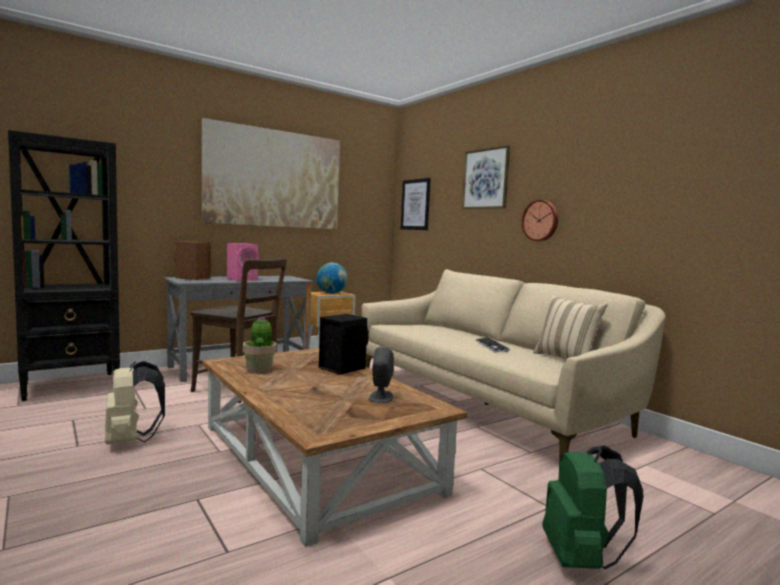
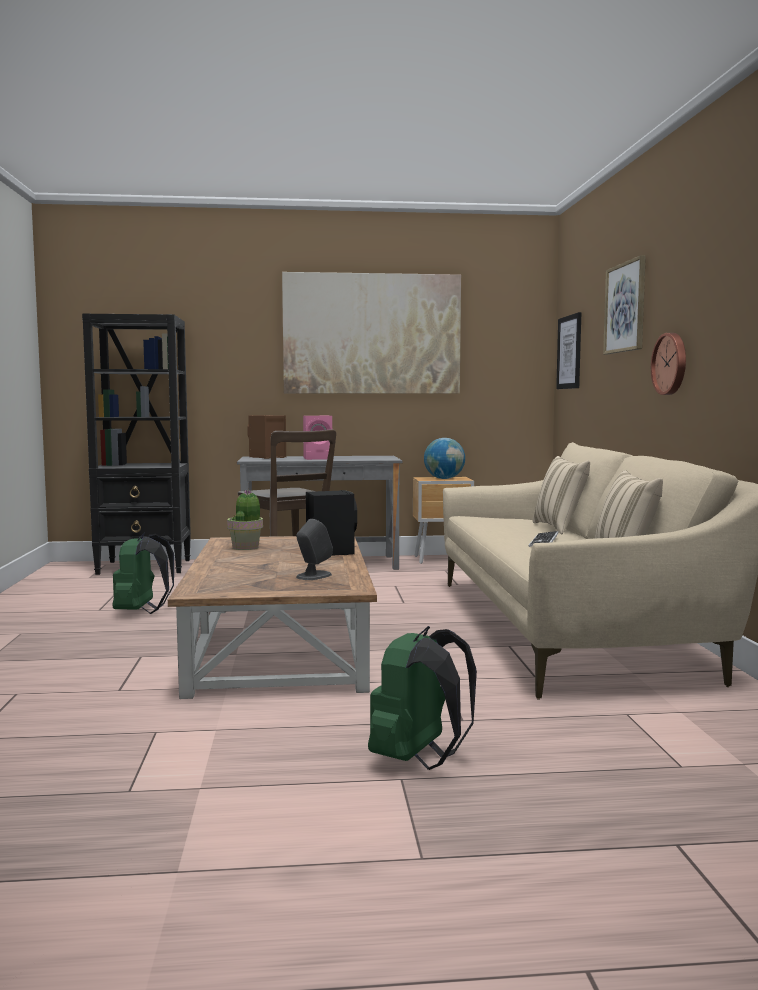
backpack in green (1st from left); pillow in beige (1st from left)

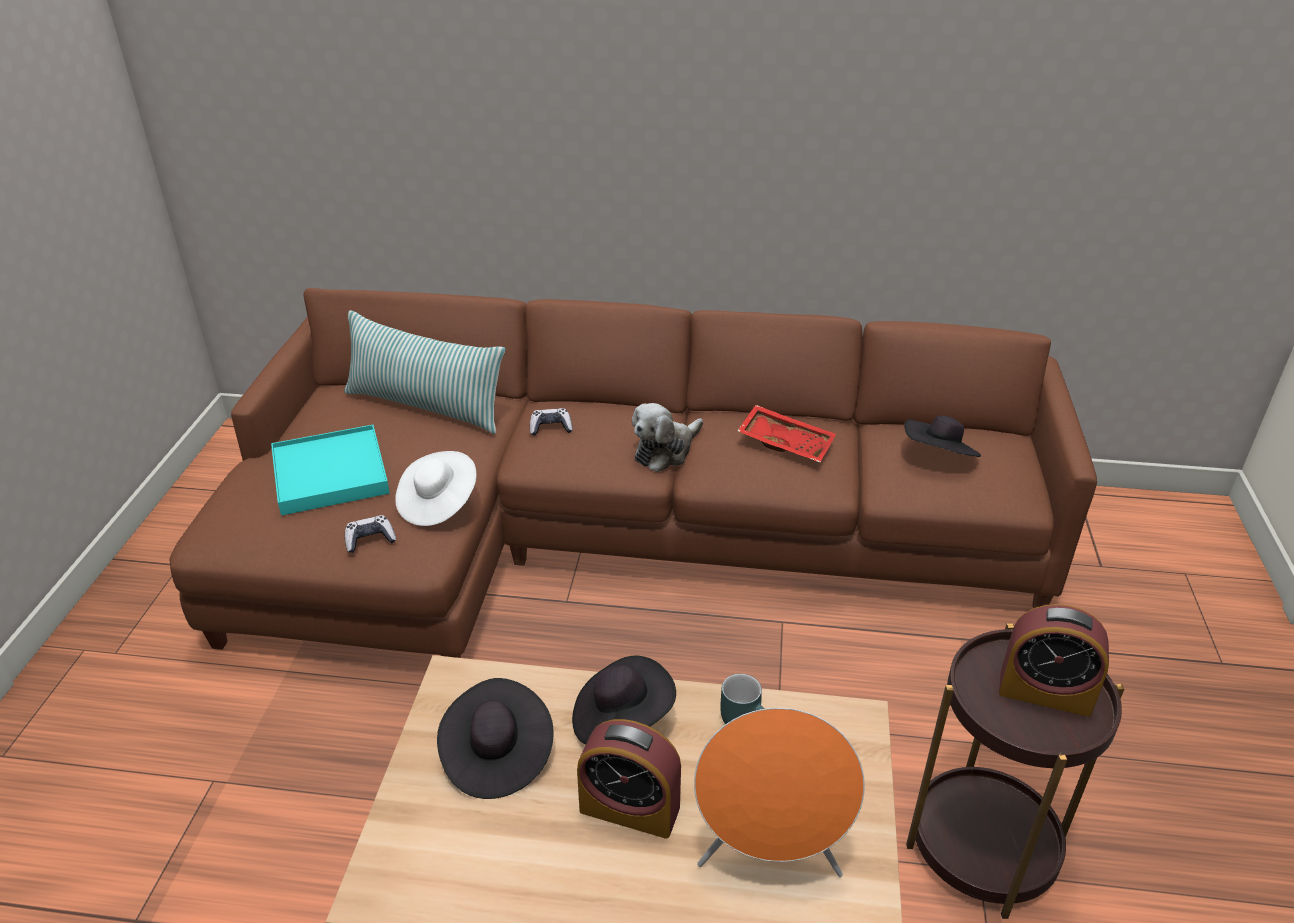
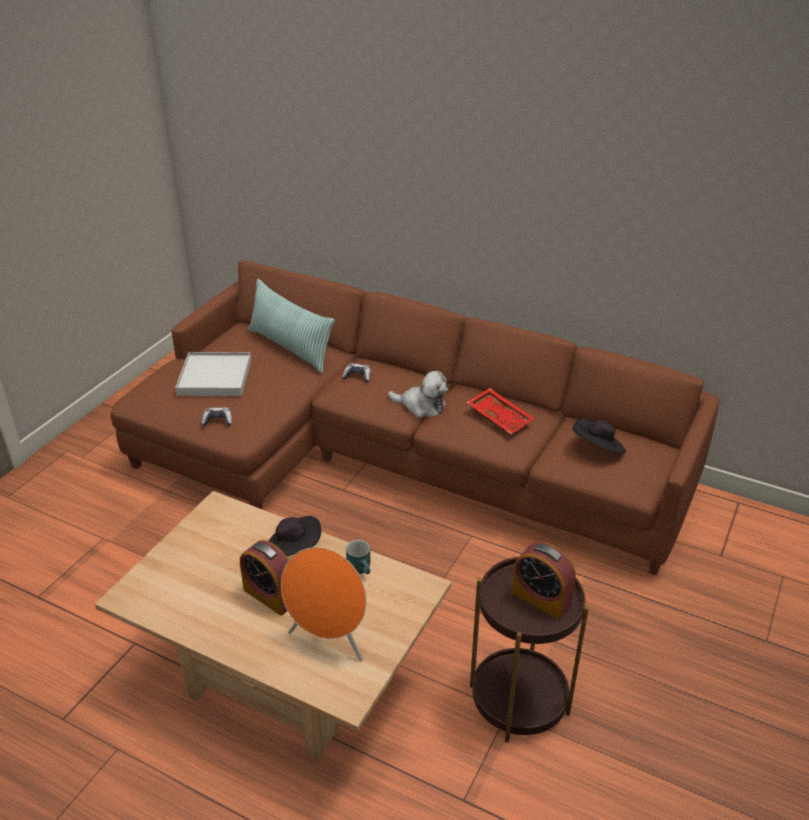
tray in white; hat in white; hat in black (1st from left in the first image); plush toy

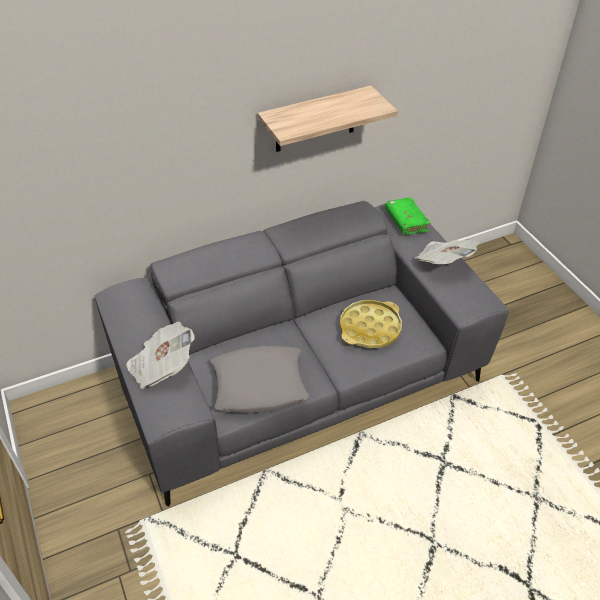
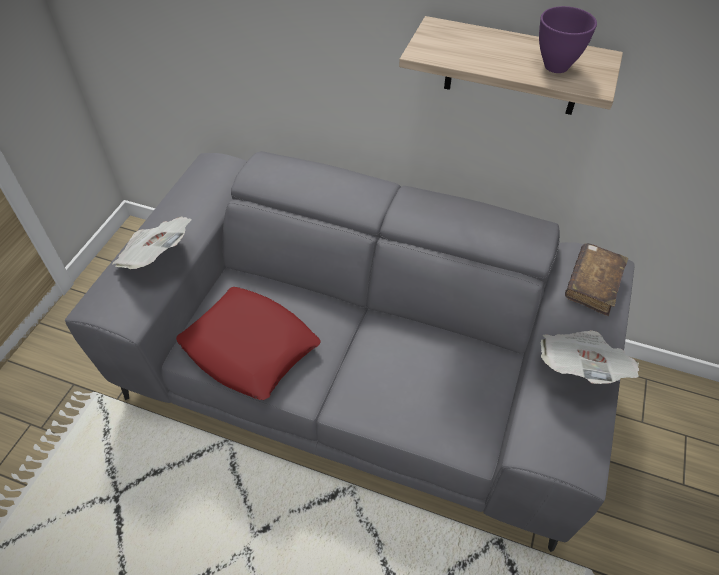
pillow in red; tray in yellow; book in brown; bowl in purple

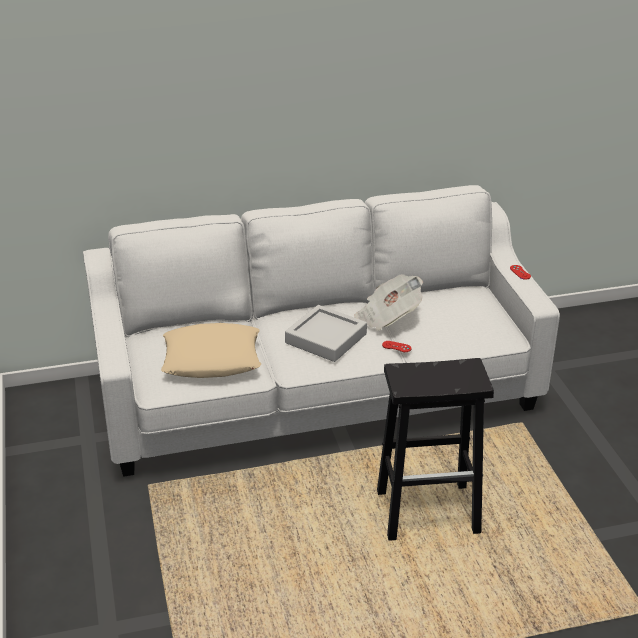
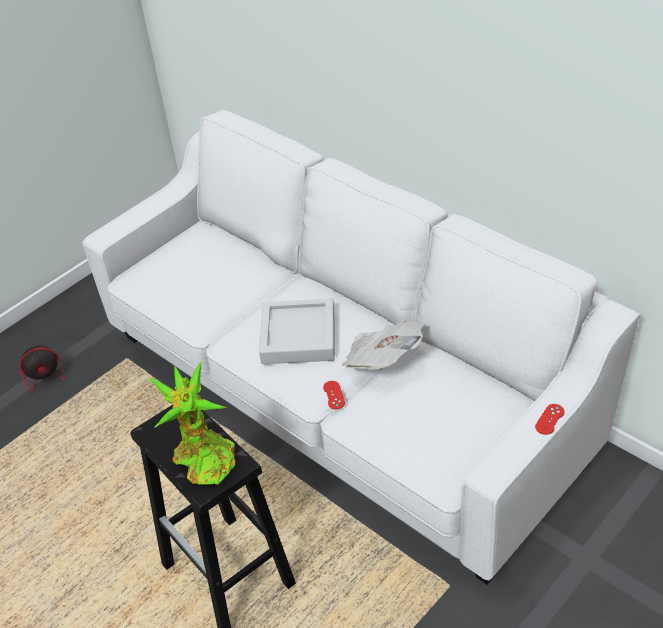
pillow in beige; fan; potted plant

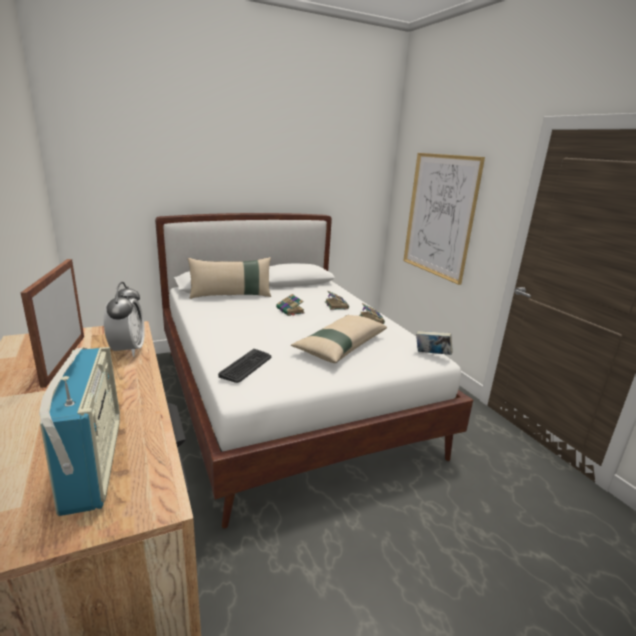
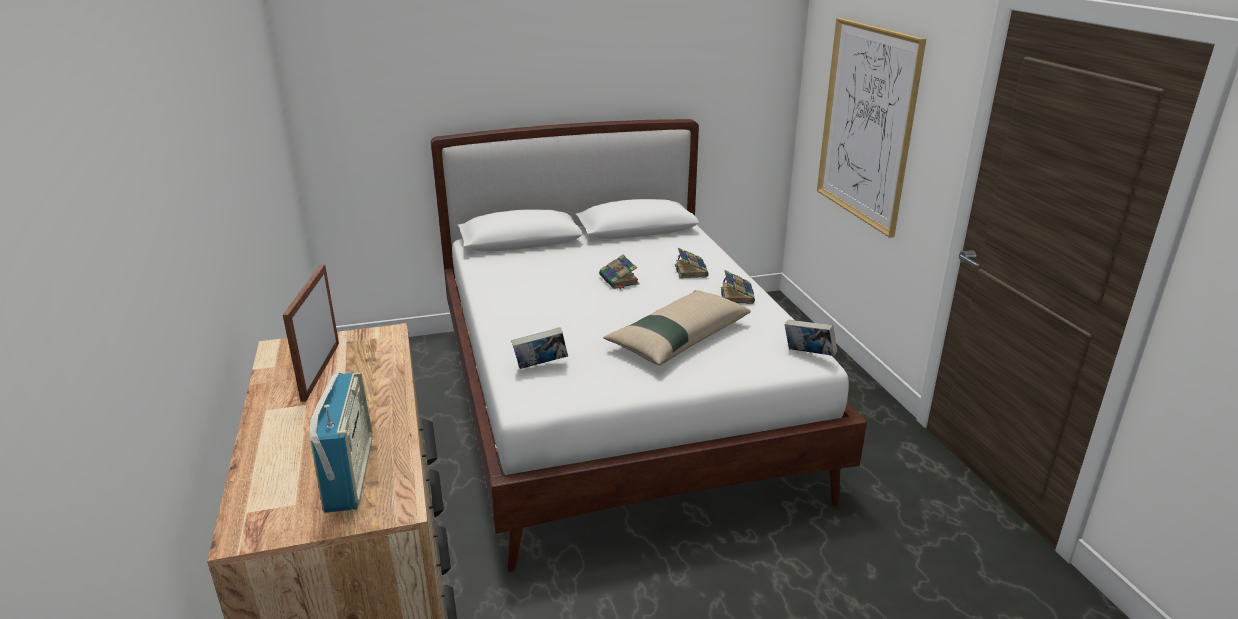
alarm clock; pillow in beige (1st from left in the first image); book (1st from left)

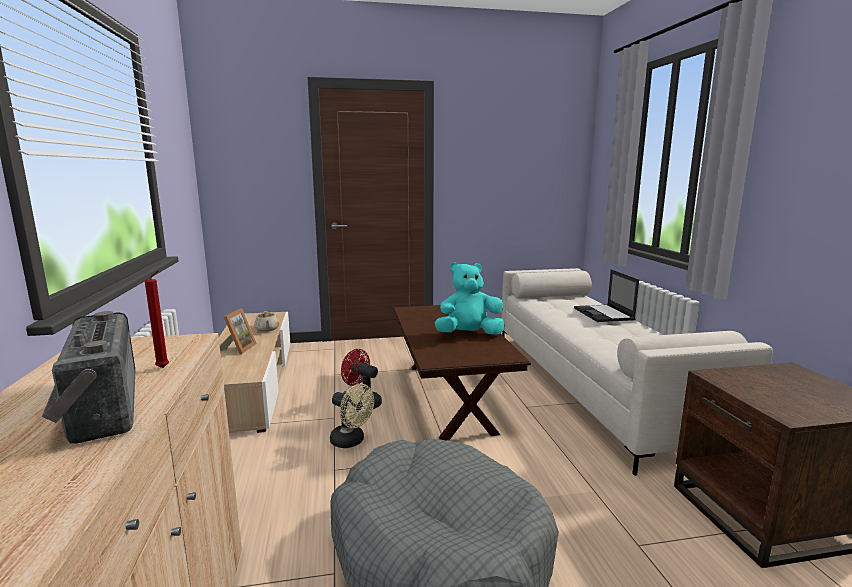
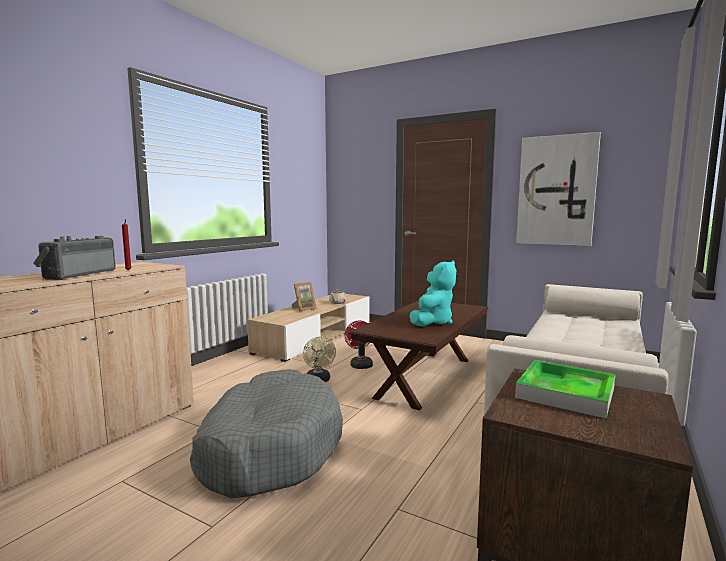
plush toy in turquoise; laptop; tray; picture

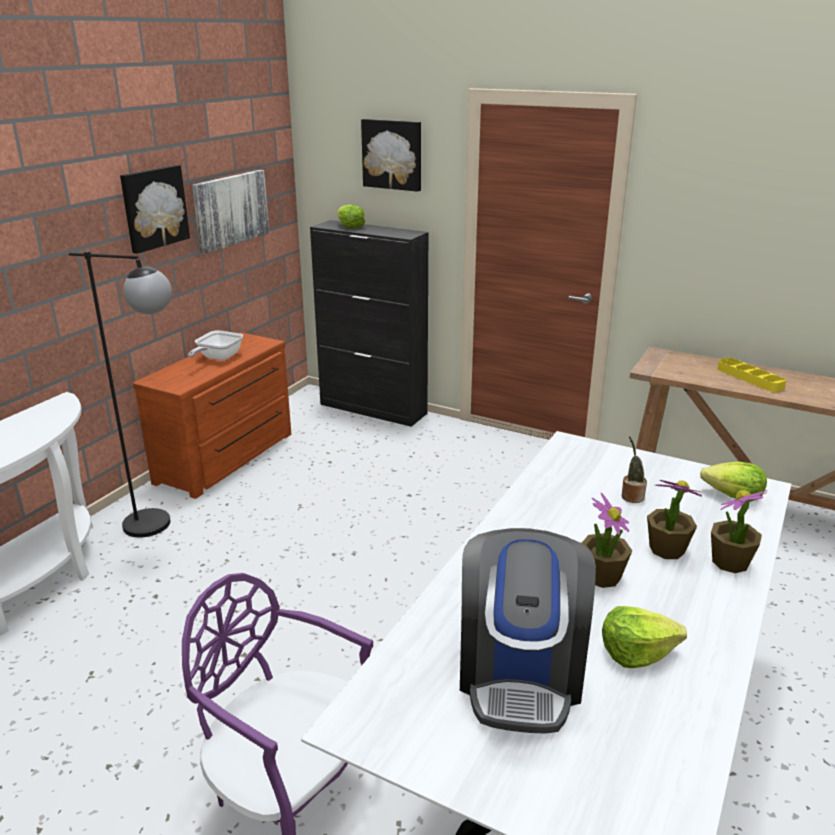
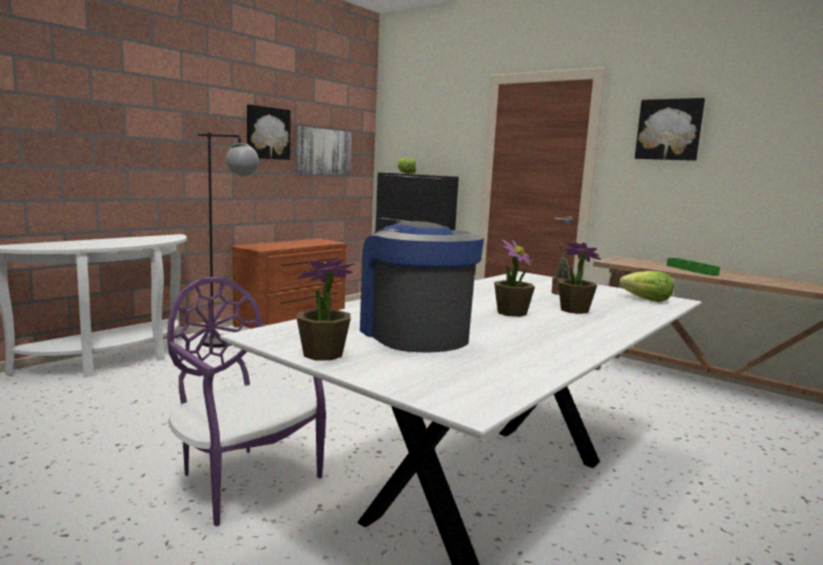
frying pan; picture (3rd from left); coffee machine; lettuce (2nd from left in the first image); potted plant (1st from left); tray in green

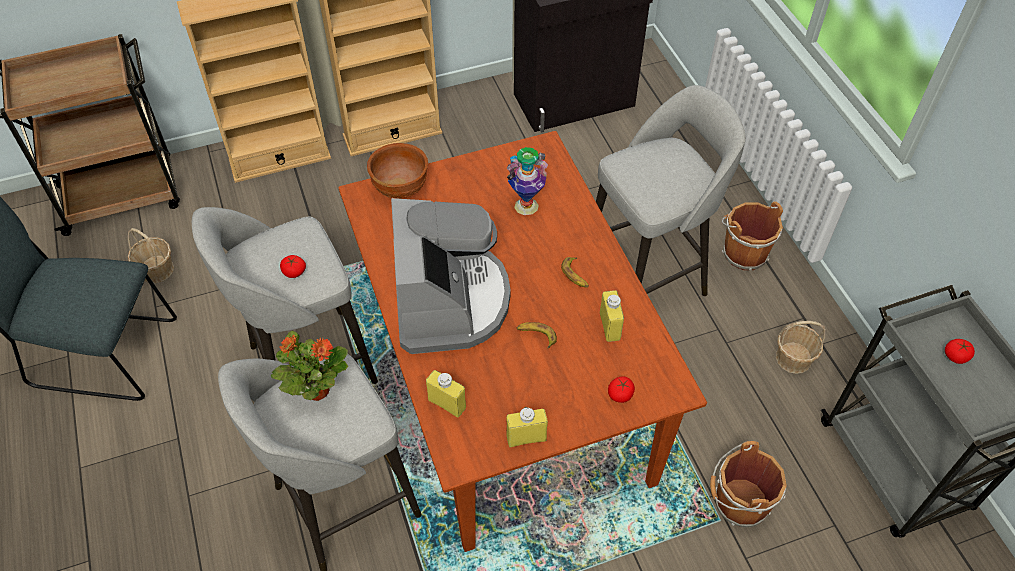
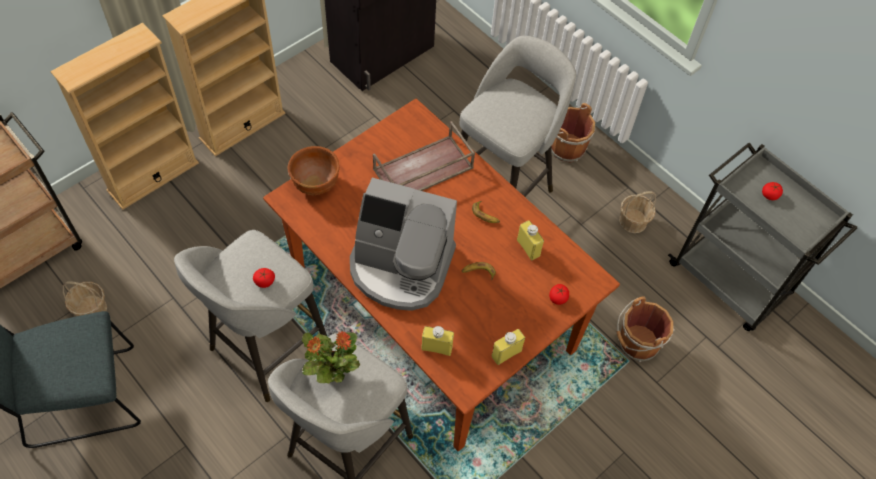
coffee machine; tray in brown

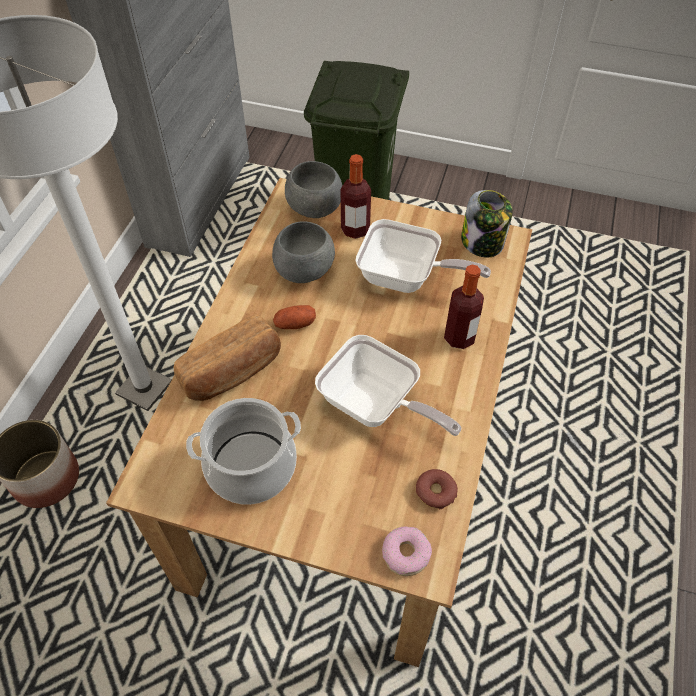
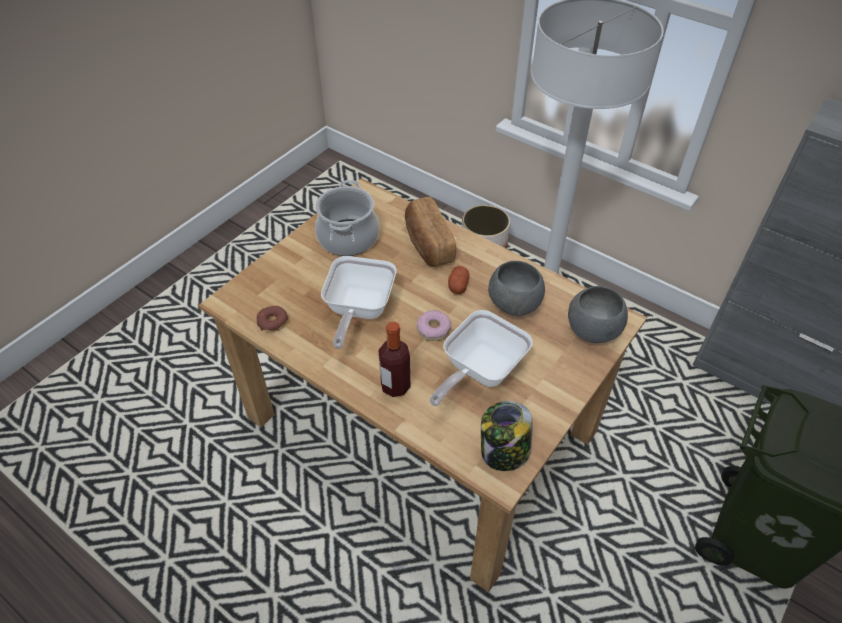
frying pan (1st from left); bottle (1st from left in the first image); donut (2nd from left)

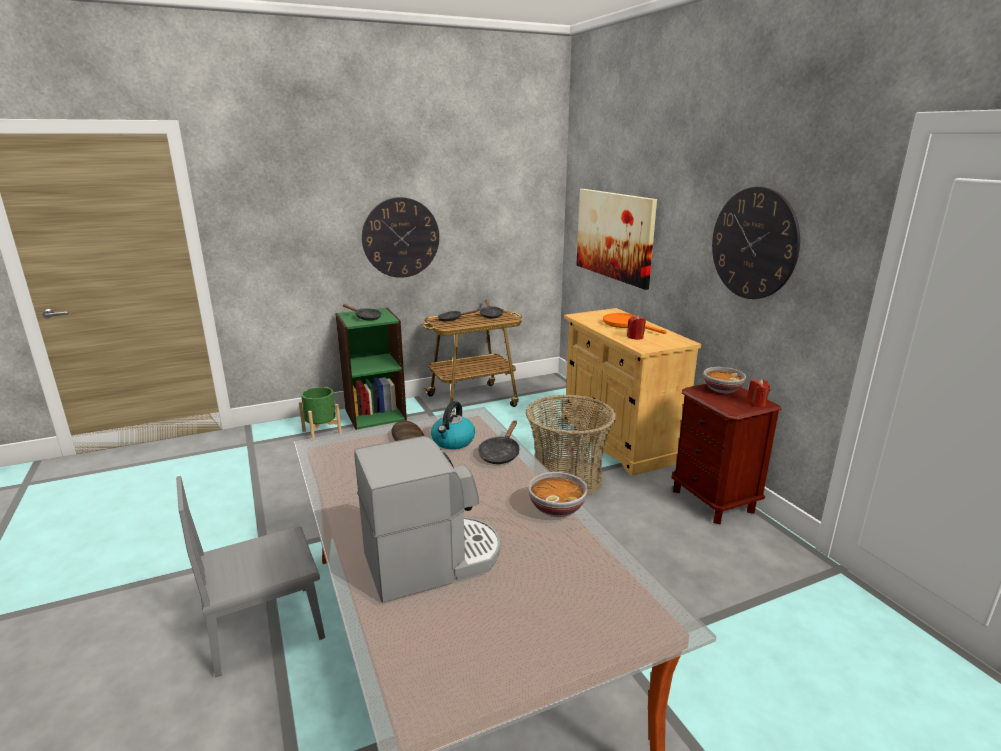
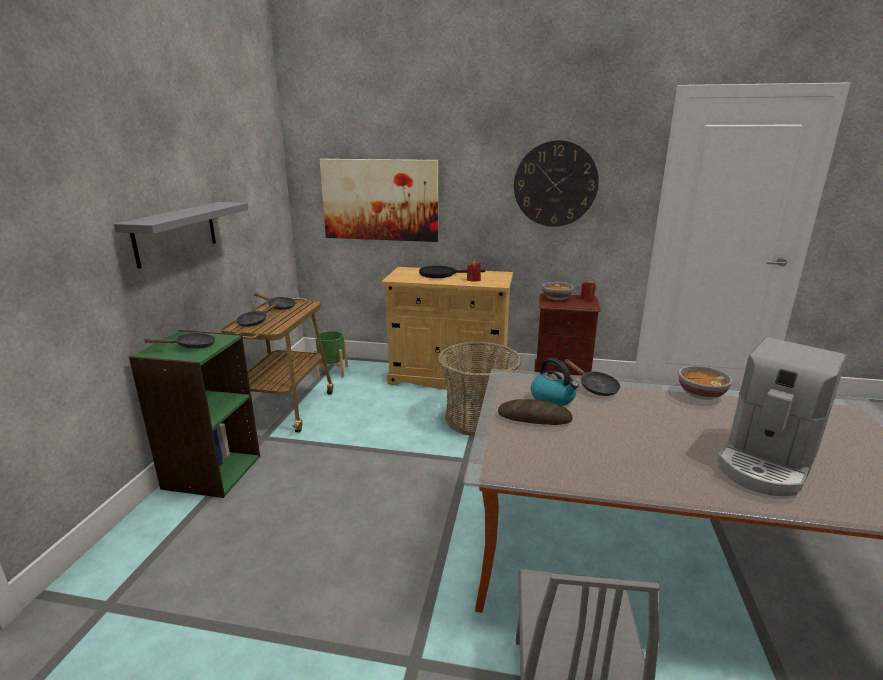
planter in green; coffee machine; shelf in grey; frying pan in black (4th from left)

